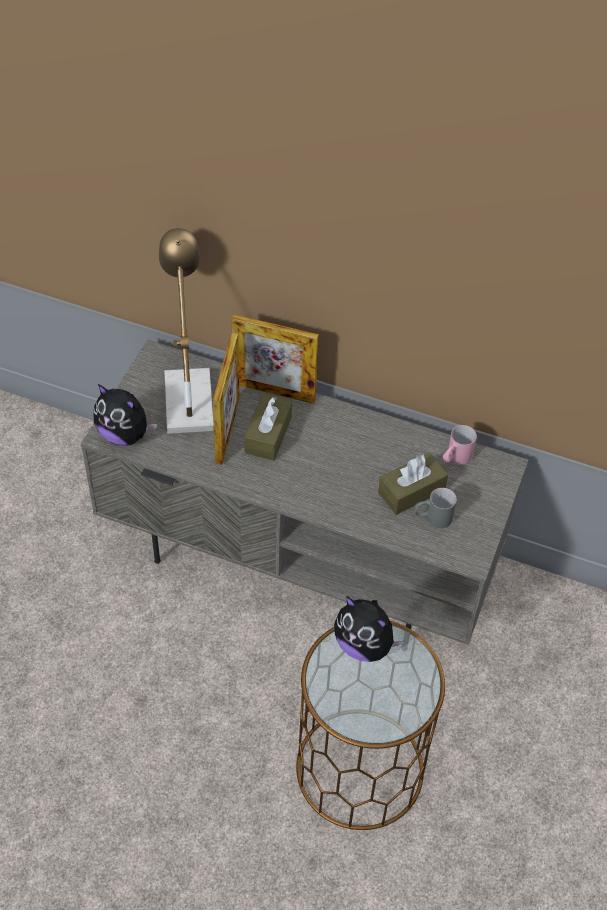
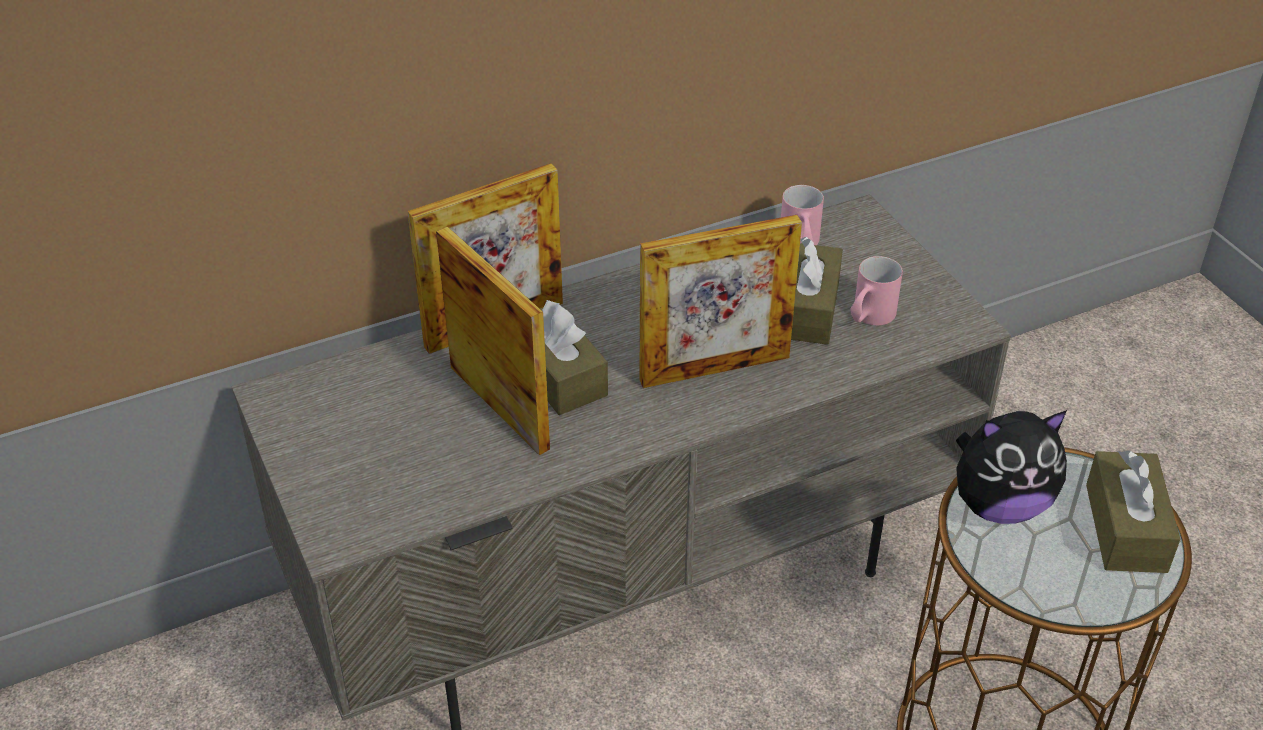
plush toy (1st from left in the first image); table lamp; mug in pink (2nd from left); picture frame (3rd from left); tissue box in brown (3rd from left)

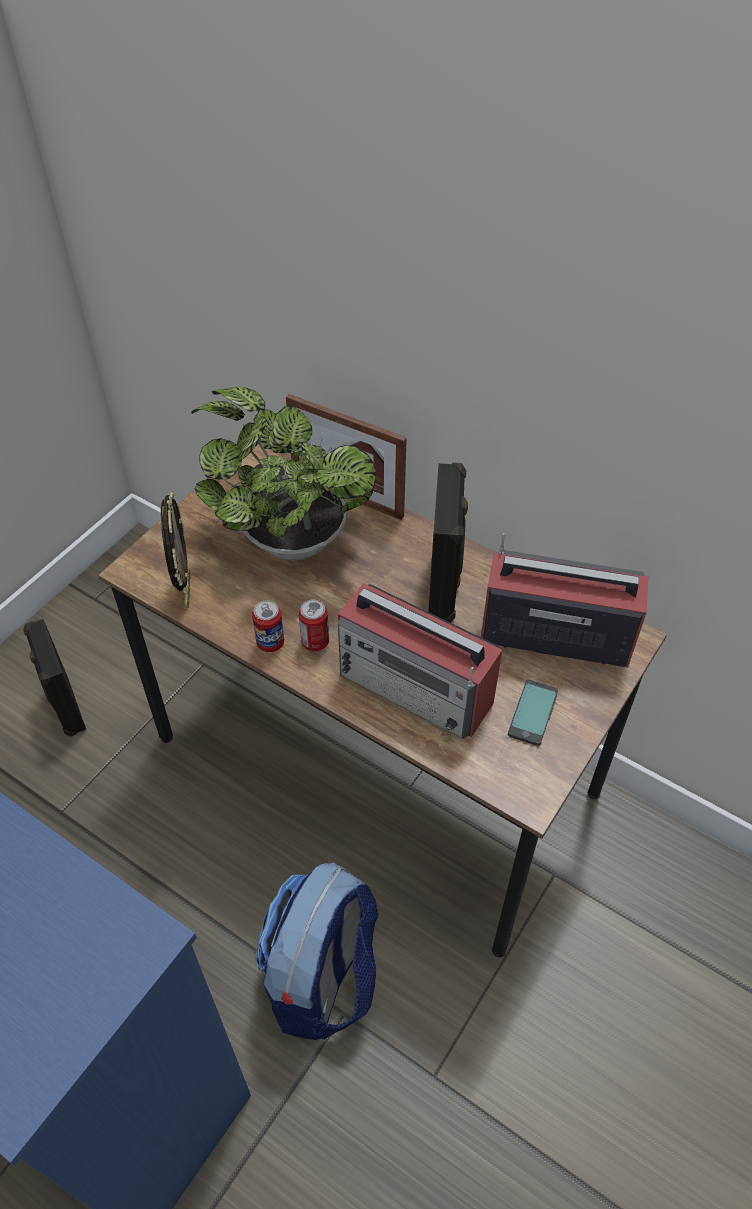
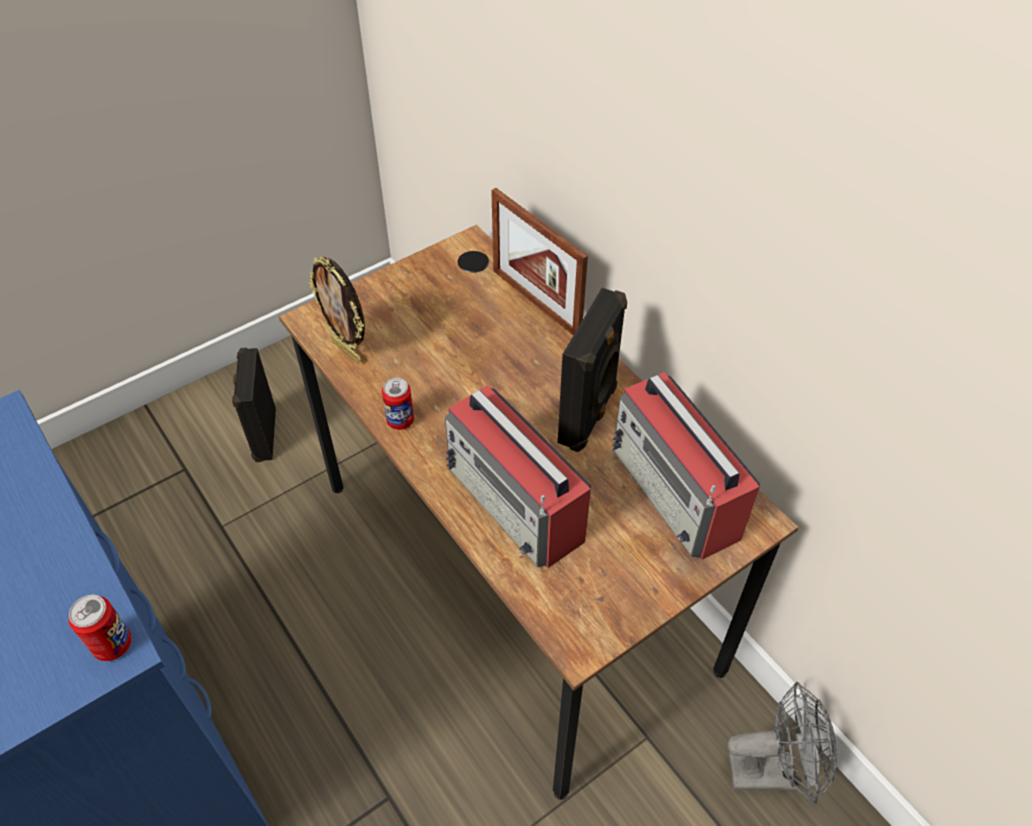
picture frame (1st from left); potted plant; backpack; can (1st from left); radio (2nd from left); phone; fan in grey

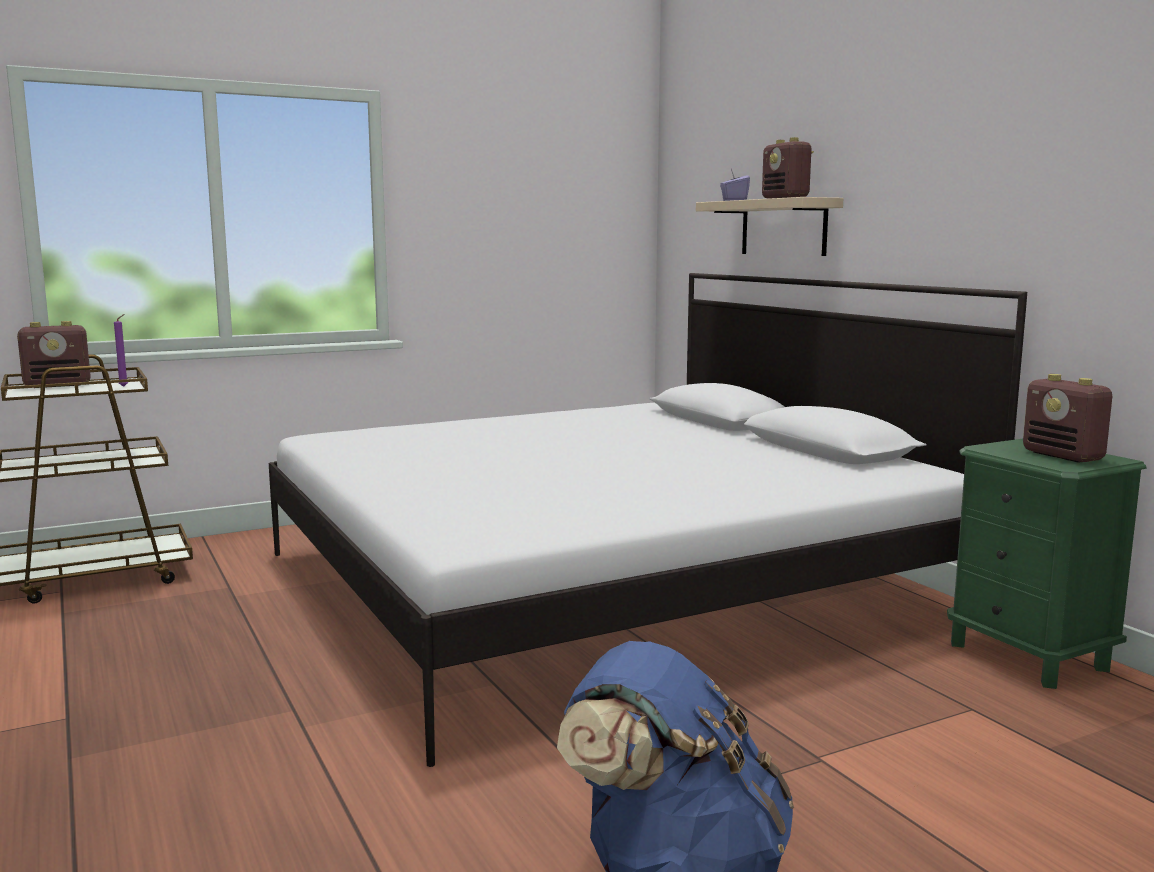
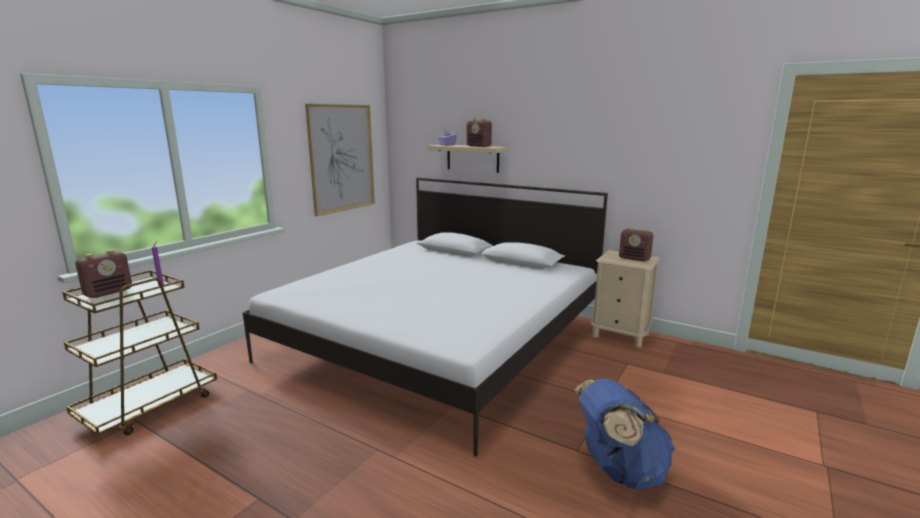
nightstand in beige; picture

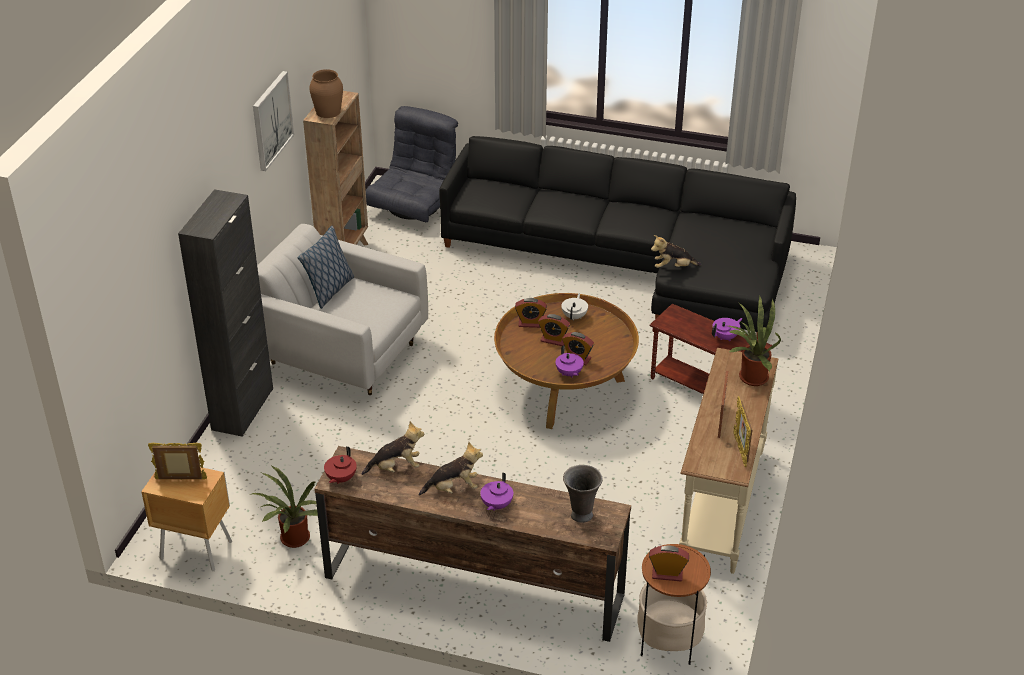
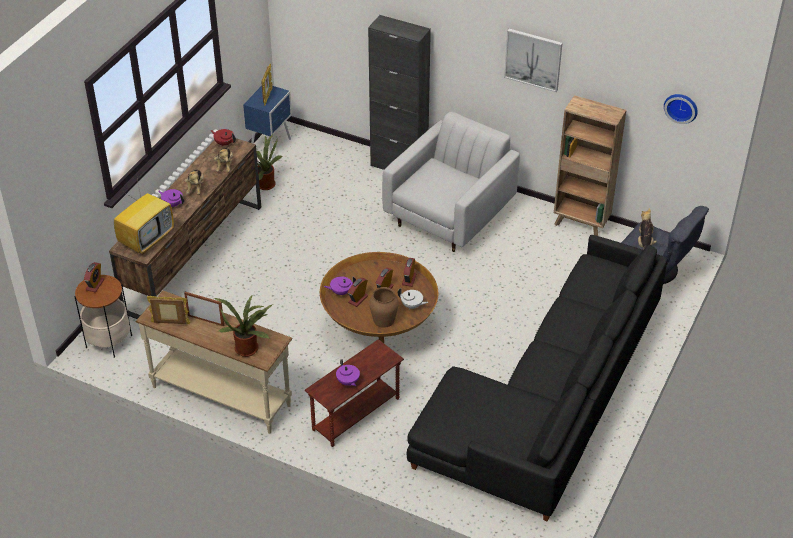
nightstand in blue; pillow; vase in brown; television; plush toy (3rd from left); wall clock

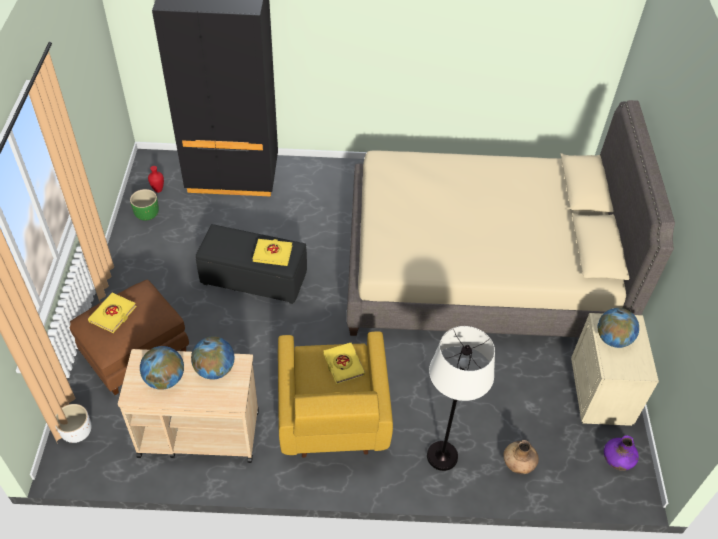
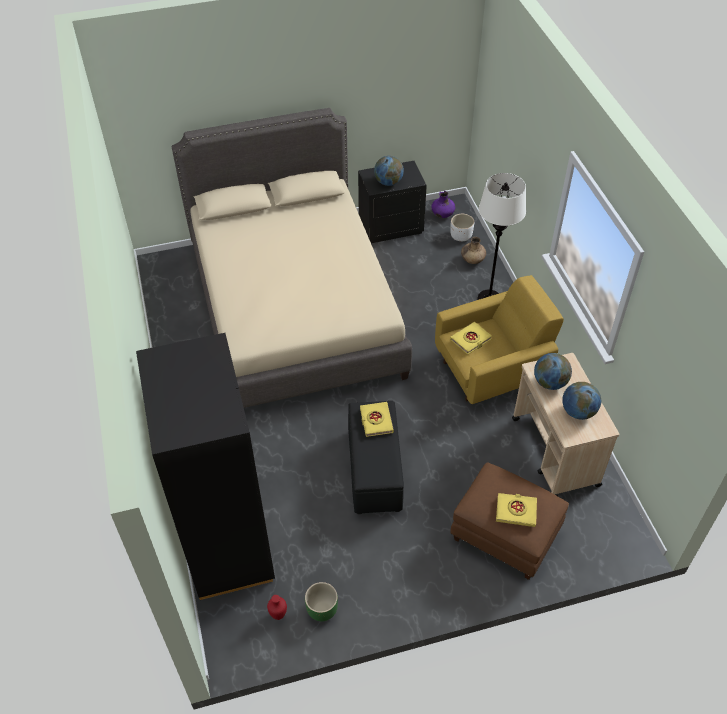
planter in white; nightstand in black

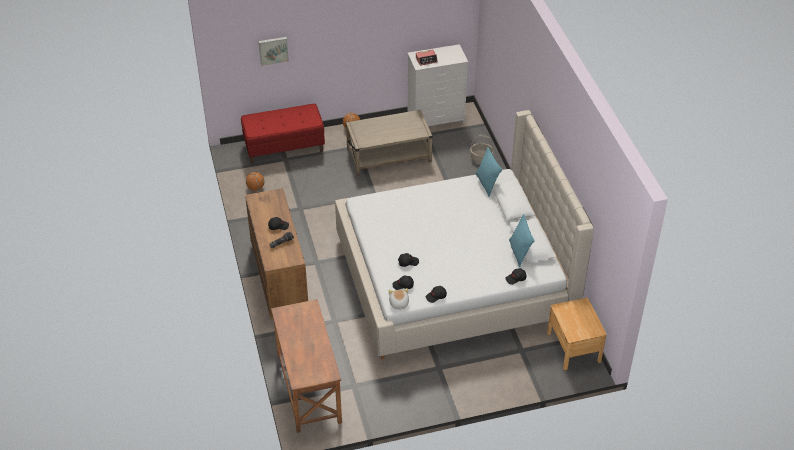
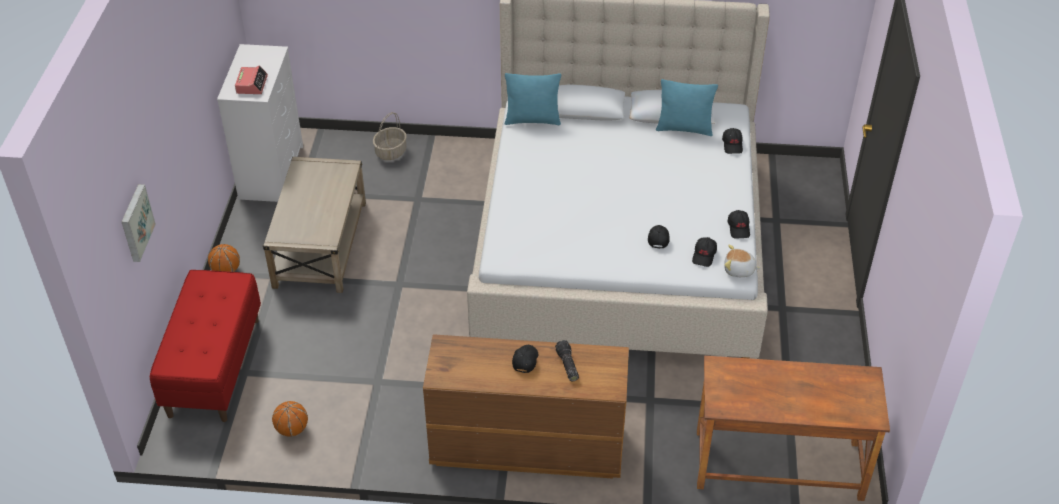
nightstand in brown

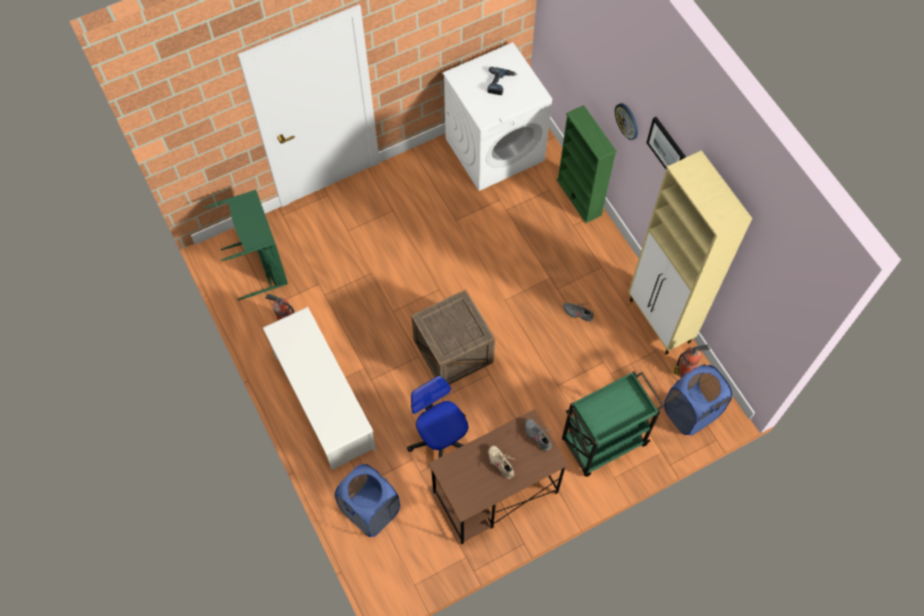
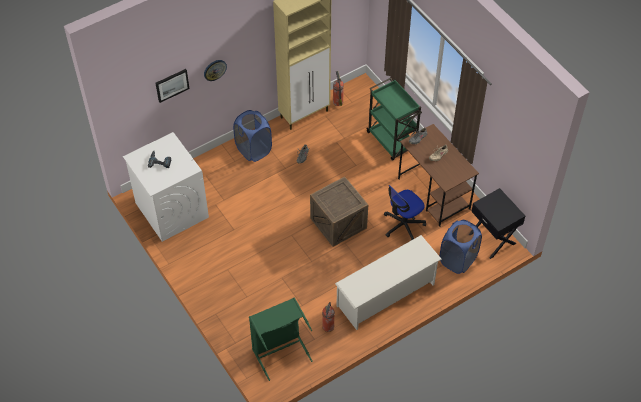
bookcase in green; picture; laundry basket in blue (1st from left); nightstand in black

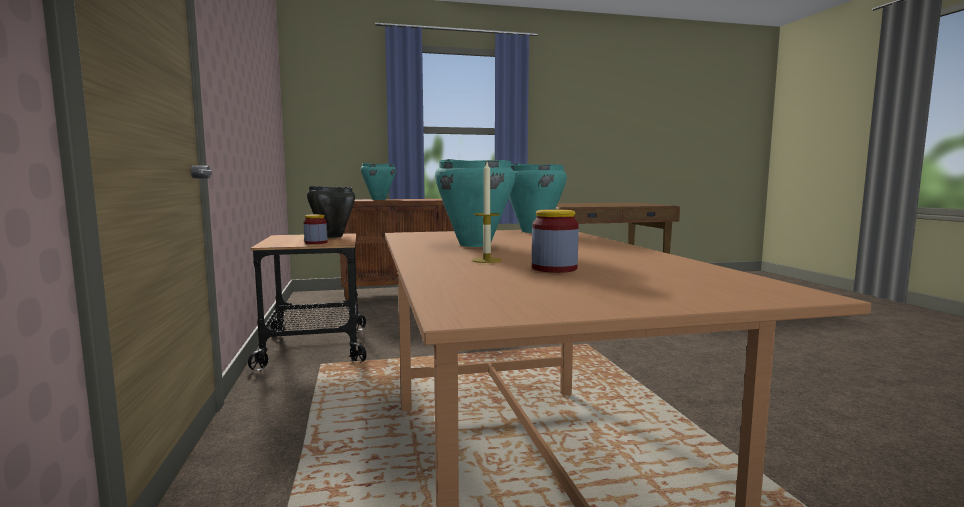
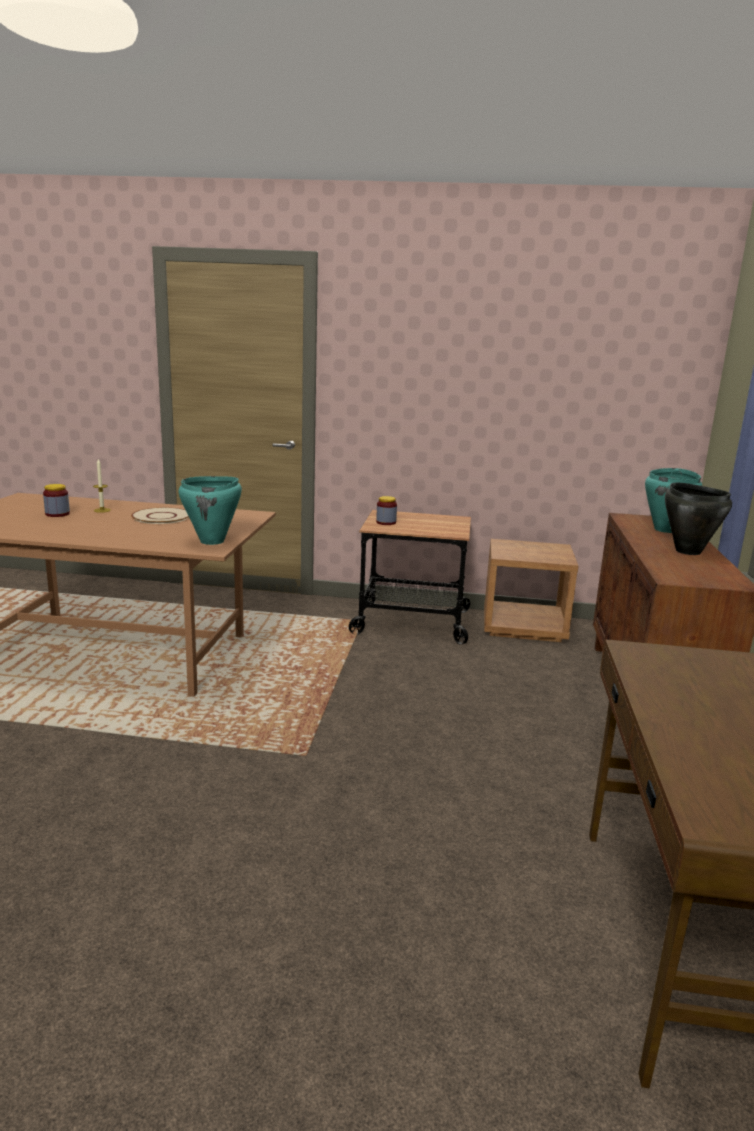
cooking pot in black; plate in beige; nightstand in brown

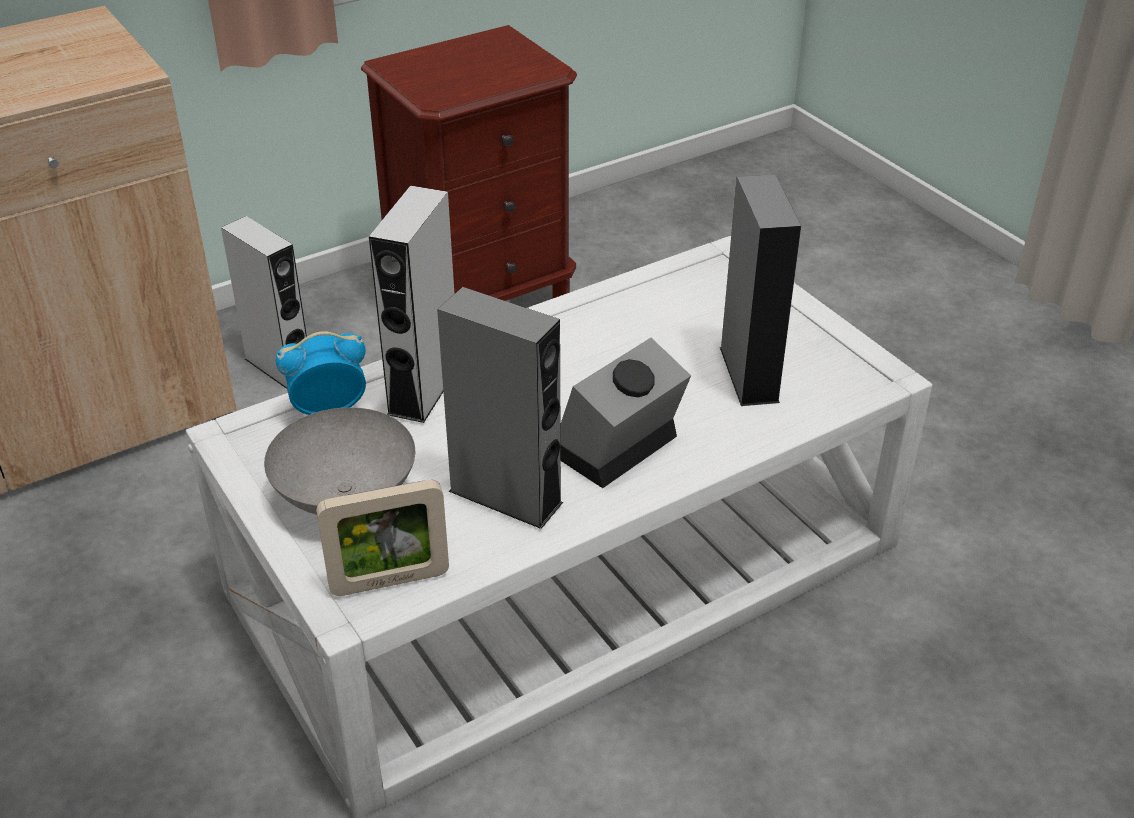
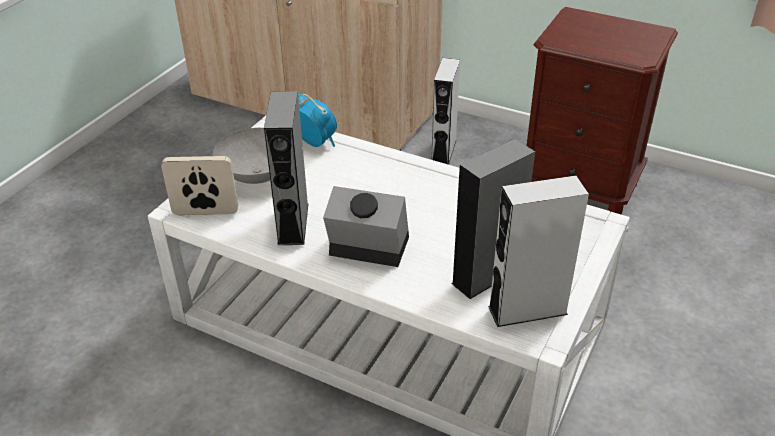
picture frame; speaker in grey (4th from left)

